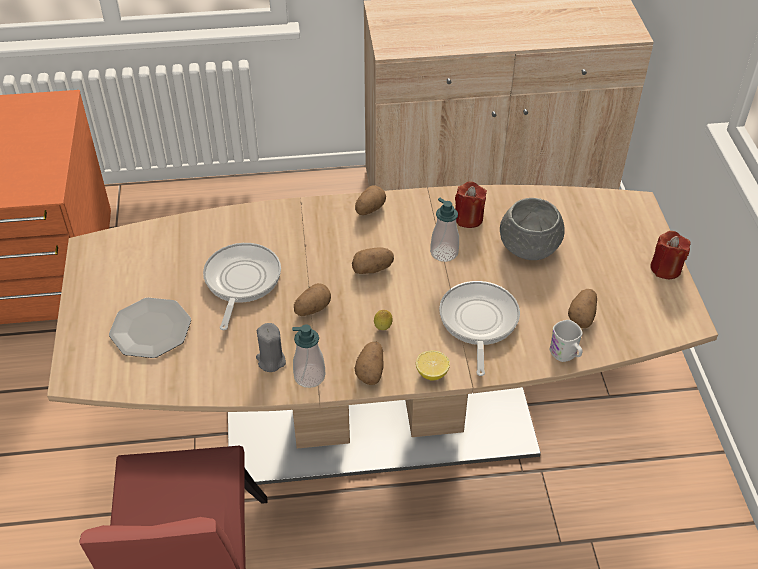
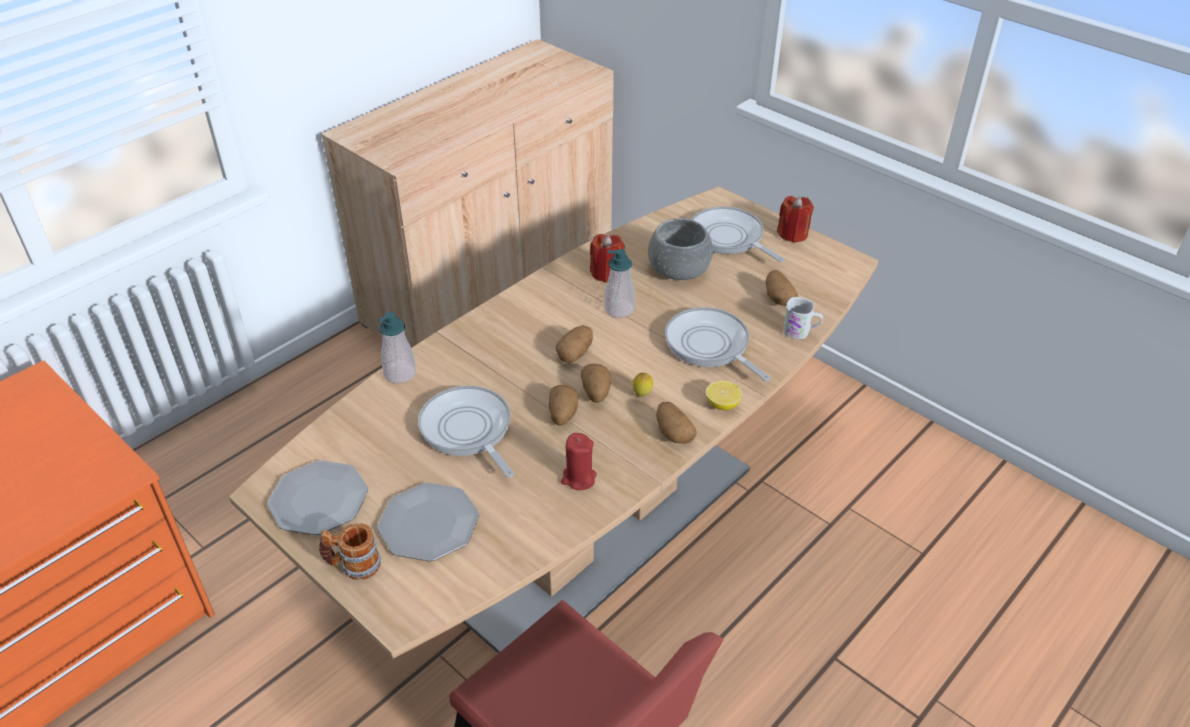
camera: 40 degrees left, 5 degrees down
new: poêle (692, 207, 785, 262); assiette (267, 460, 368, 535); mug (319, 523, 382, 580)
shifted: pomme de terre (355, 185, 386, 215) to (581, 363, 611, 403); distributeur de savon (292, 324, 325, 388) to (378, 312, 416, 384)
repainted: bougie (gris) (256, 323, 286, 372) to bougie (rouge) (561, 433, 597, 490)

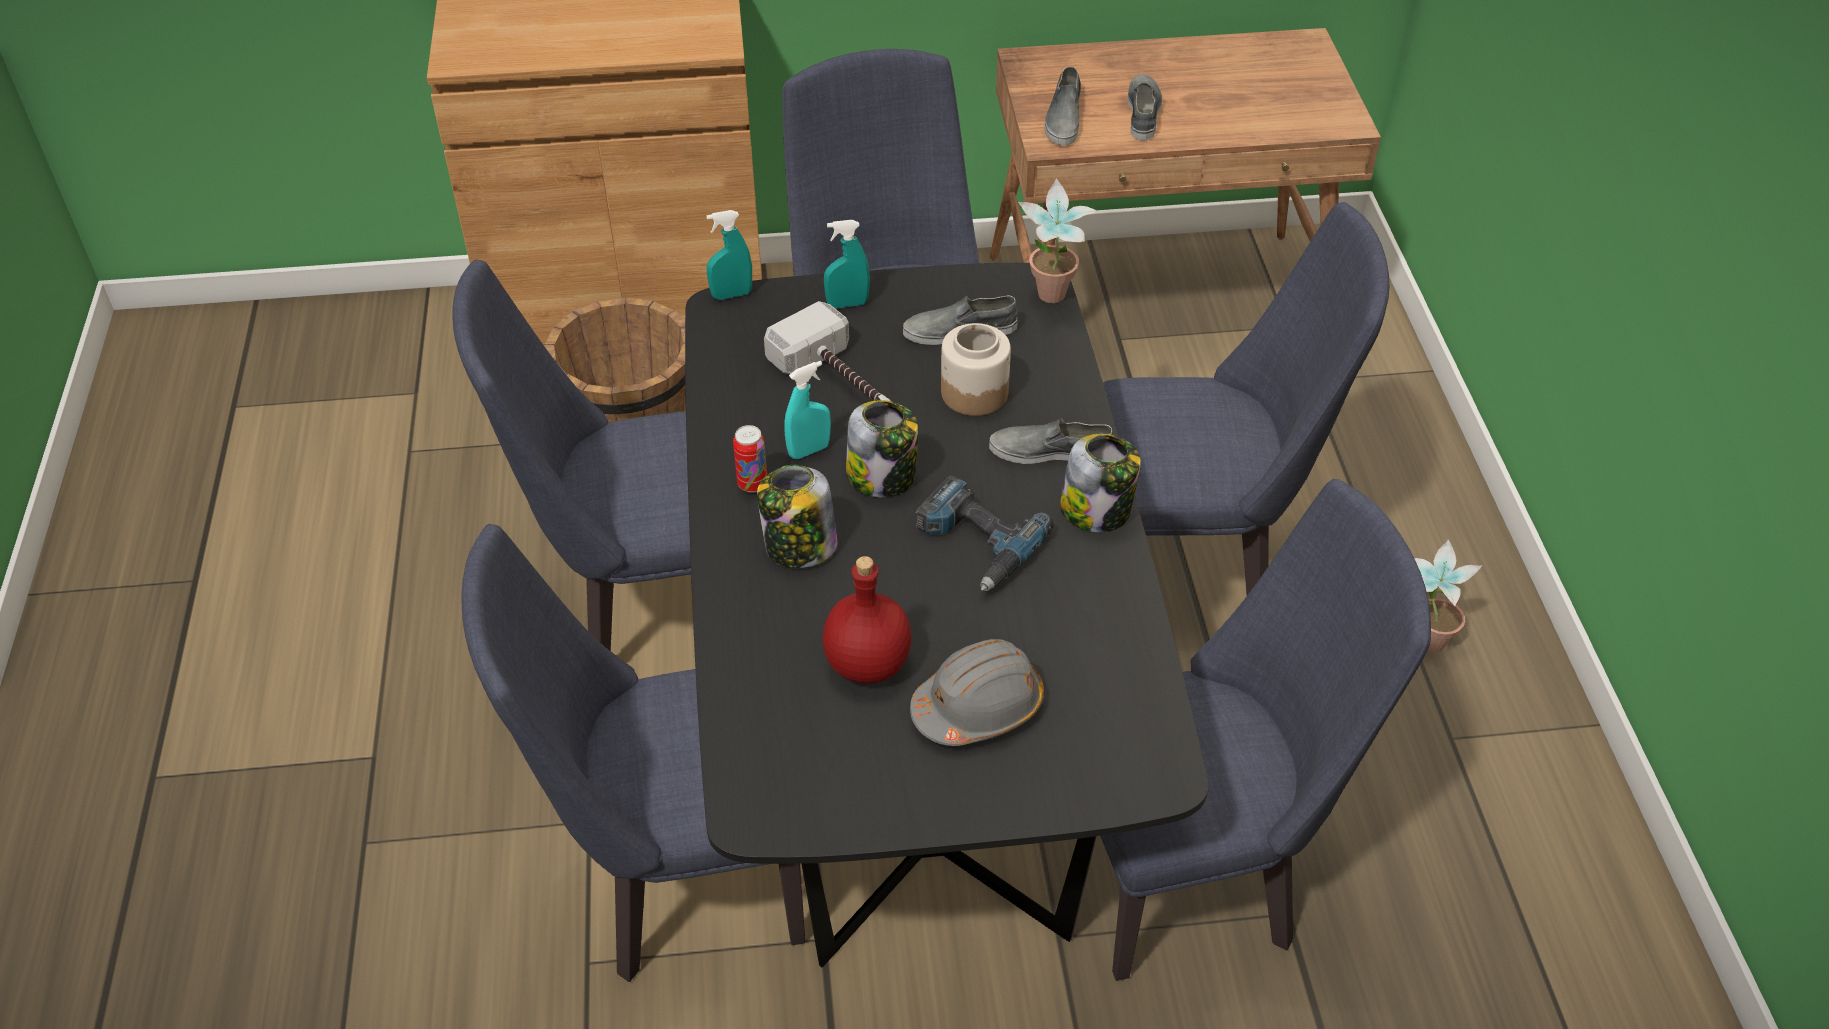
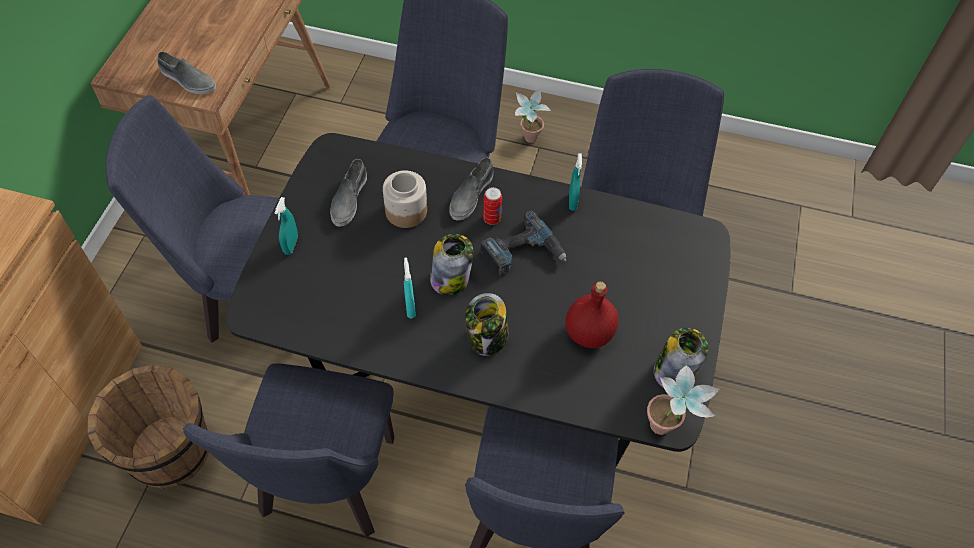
camera: 70 degrees left, 10 degrees up
gone: chaussure (gris) (1127, 74, 1162, 140); marteau (764, 301, 891, 401); casque de chantier (gris) (910, 639, 1044, 746)
shifted: plante en pot (1018, 178, 1098, 303) to (647, 365, 720, 435); vaporisateur (turquoise) (707, 210, 752, 300) to (569, 153, 582, 211); boîte métallique (733, 425, 767, 493) to (483, 187, 502, 225); bocal (1060, 434, 1141, 532) to (654, 328, 708, 388)

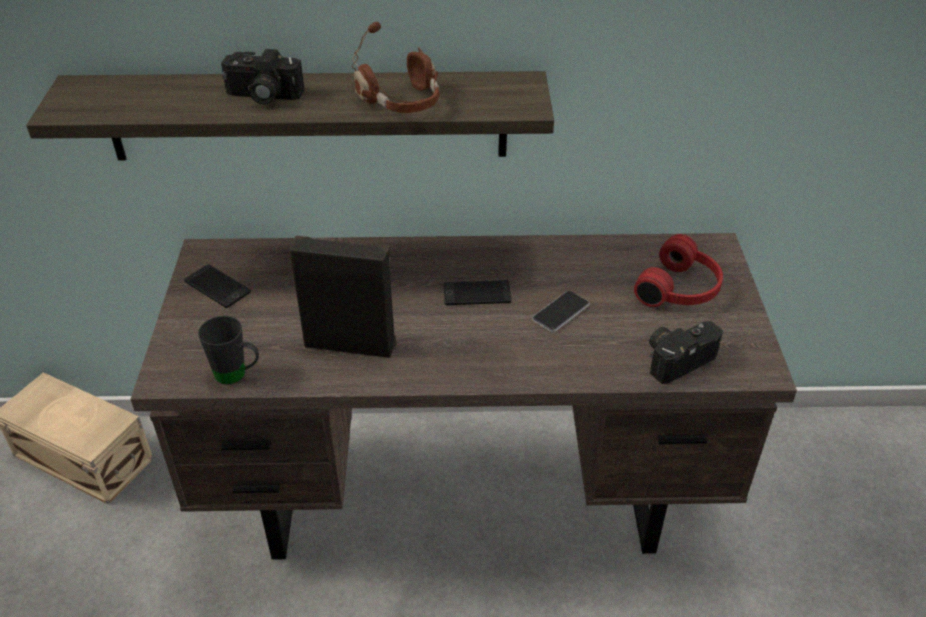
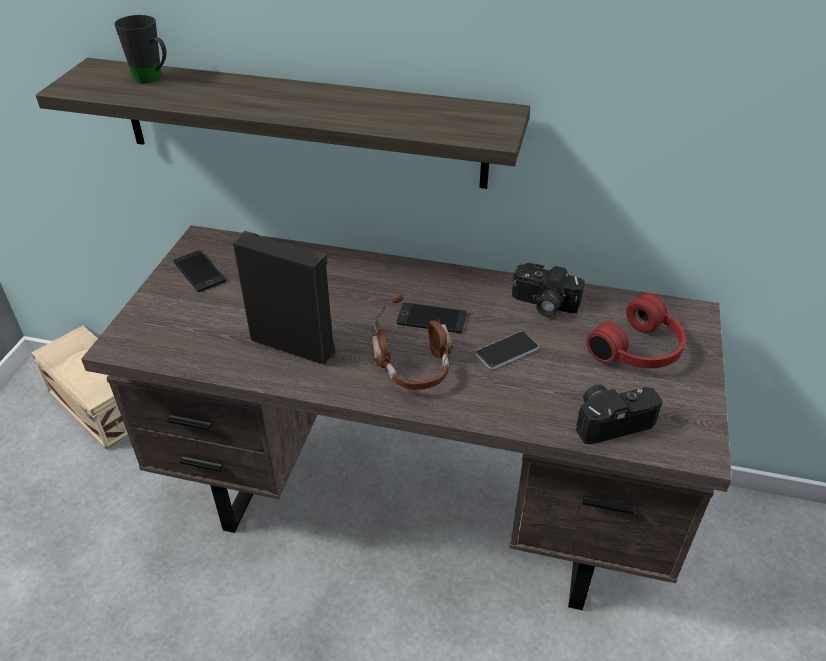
camera: 15 degrees right, 0 degrees up
shifted: casque audio (marron) (351, 22, 440, 113) to (369, 293, 454, 390); appareil photo (221, 49, 304, 105) to (512, 263, 585, 317); mug (noir) (198, 316, 259, 384) to (114, 15, 167, 83)

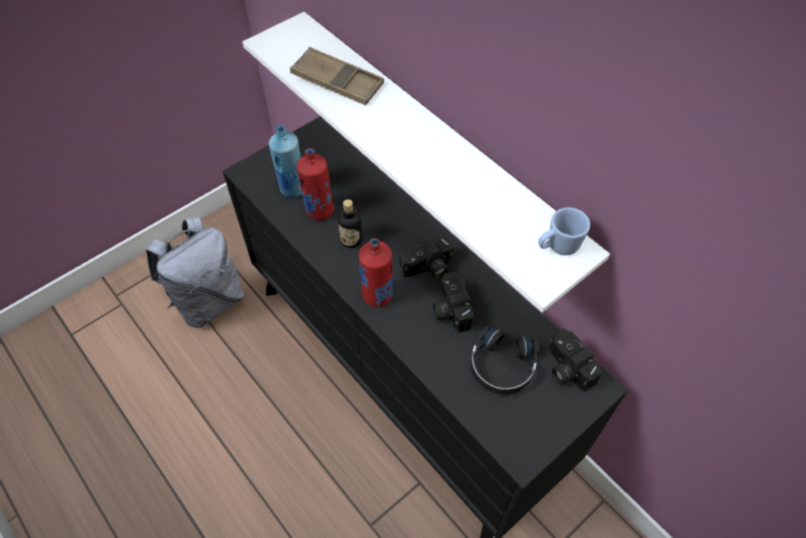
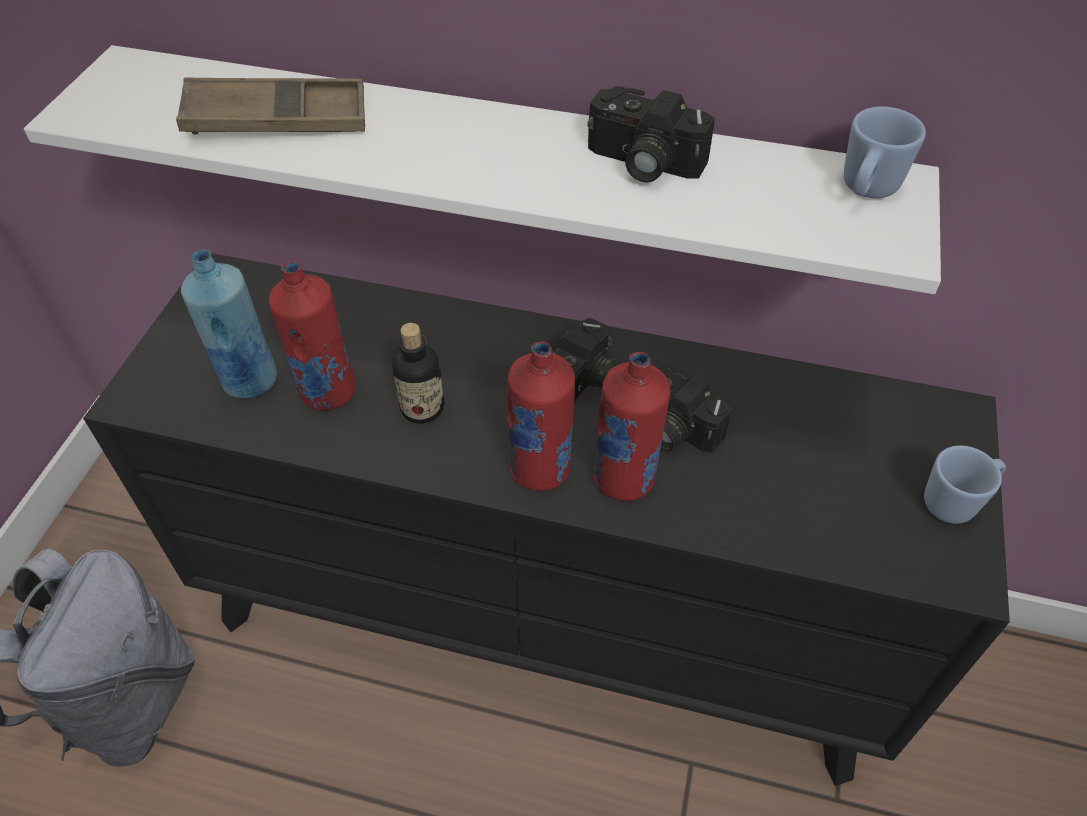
camera: 35 degrees left, 5 degrees down
gone: casque audio (noir) (471, 326, 540, 394)
new: bouteille (rouge) (593, 352, 670, 501); mug (bleu) (924, 445, 1006, 524)
shifted: appareil photo (549, 328, 601, 392) to (587, 86, 715, 182)

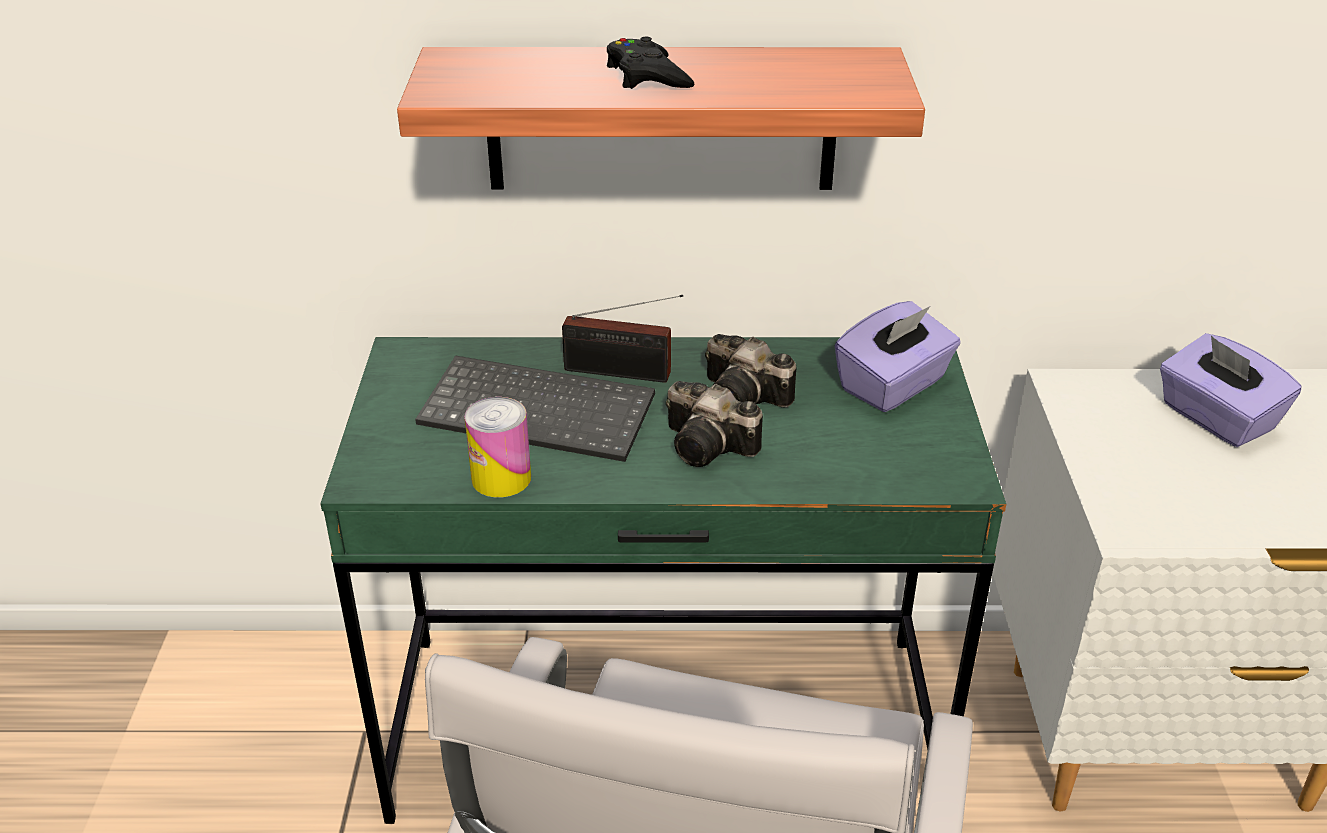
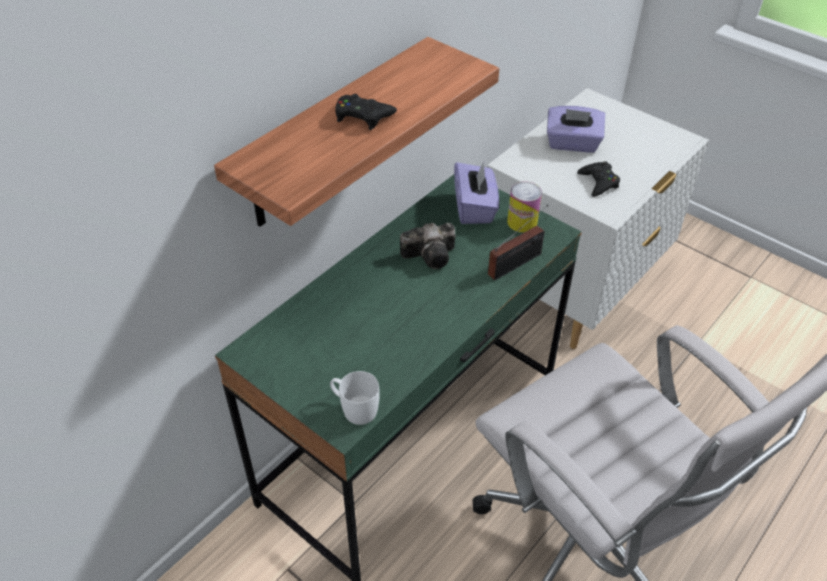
camera: 50 degrees left, 10 degrees up
gone: clavier (415, 356, 655, 462); appareil photo (666, 381, 763, 467)
new: manette (noir) (577, 161, 620, 197); mug (blanc) (330, 371, 380, 425)
shifted: radio (562, 295, 683, 383) to (488, 205, 549, 280); boîte métallique (465, 397, 531, 497) to (507, 181, 542, 233)

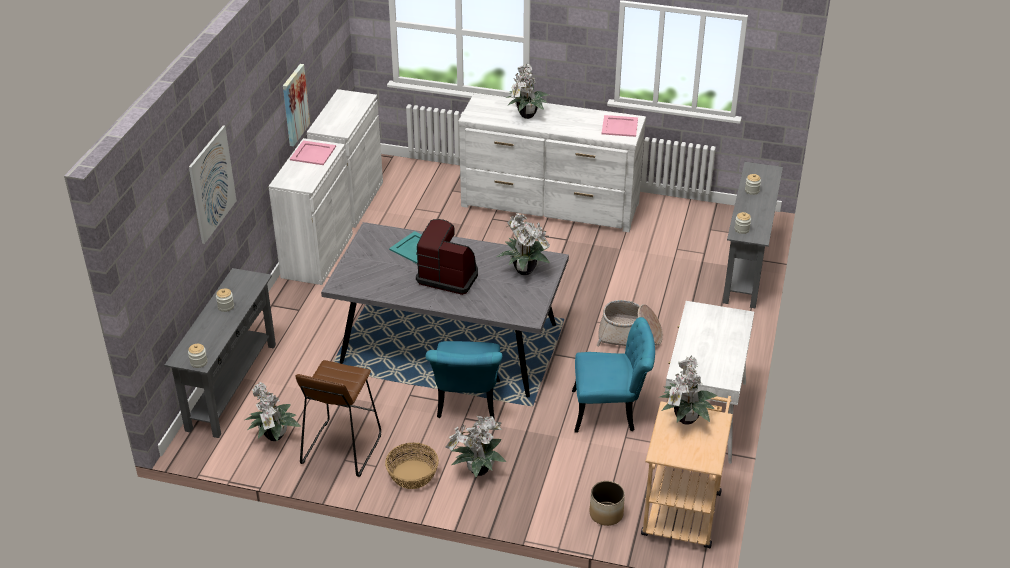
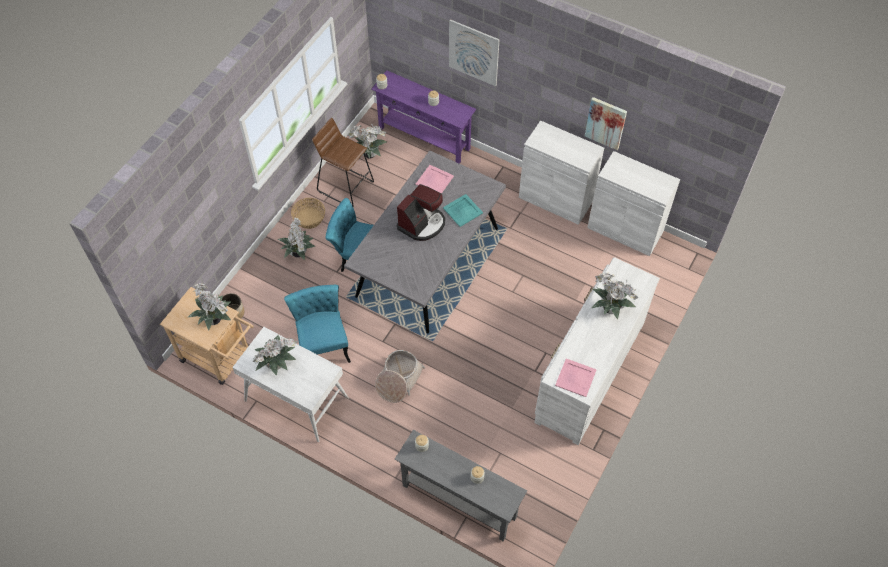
camera: 105 degrees right, 20 degrees up
shifted: plateau (rose) (290, 140, 336, 165) to (416, 165, 454, 194); plante en pot (497, 213, 550, 275) to (252, 335, 298, 376)
repainted: table console (gris) (164, 268, 276, 438) to table console (violet) (371, 70, 476, 164)
rotated: chaise (turquoise) (572, 317, 655, 433) = (284, 285, 351, 363) 150 degrees clockwise

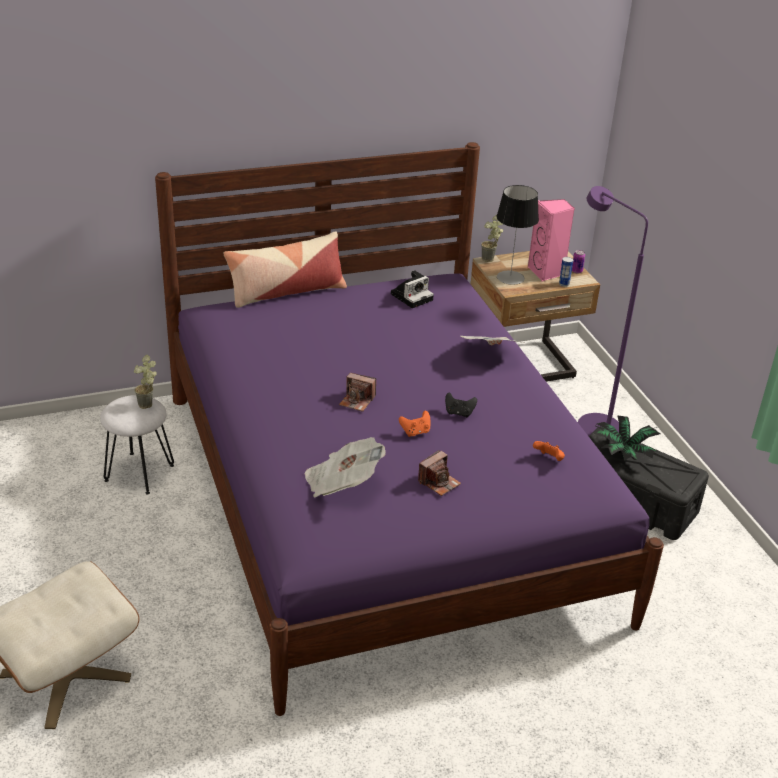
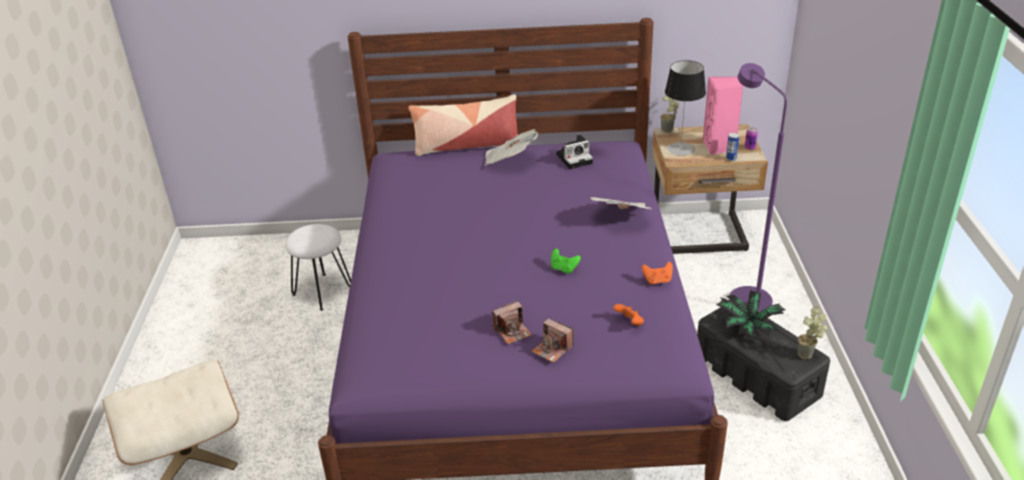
camera: 20 degrees right, 0 degrees up
shifted: plante en pot (134, 355, 157, 409) to (798, 306, 827, 359); appareil photo (339, 373, 376, 412) to (531, 318, 574, 363); manette (orange) (399, 411, 430, 437) to (642, 261, 673, 285); journal (304, 437, 386, 498) to (485, 129, 538, 166)
repainted: manette (noir) (445, 392, 477, 417) to manette (vert) (551, 249, 581, 274)

